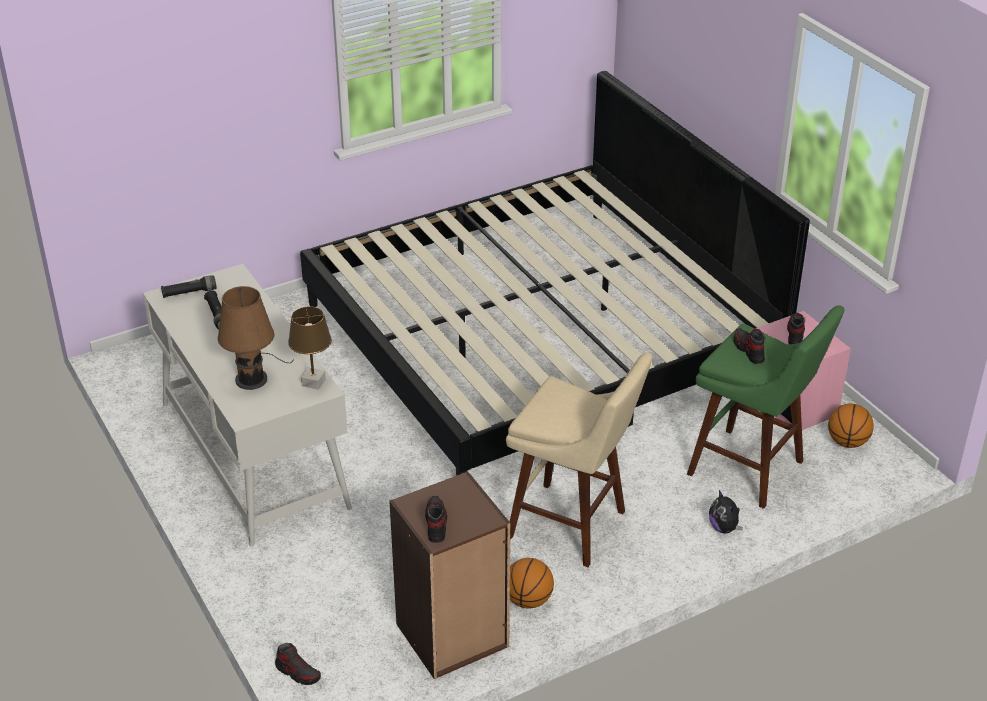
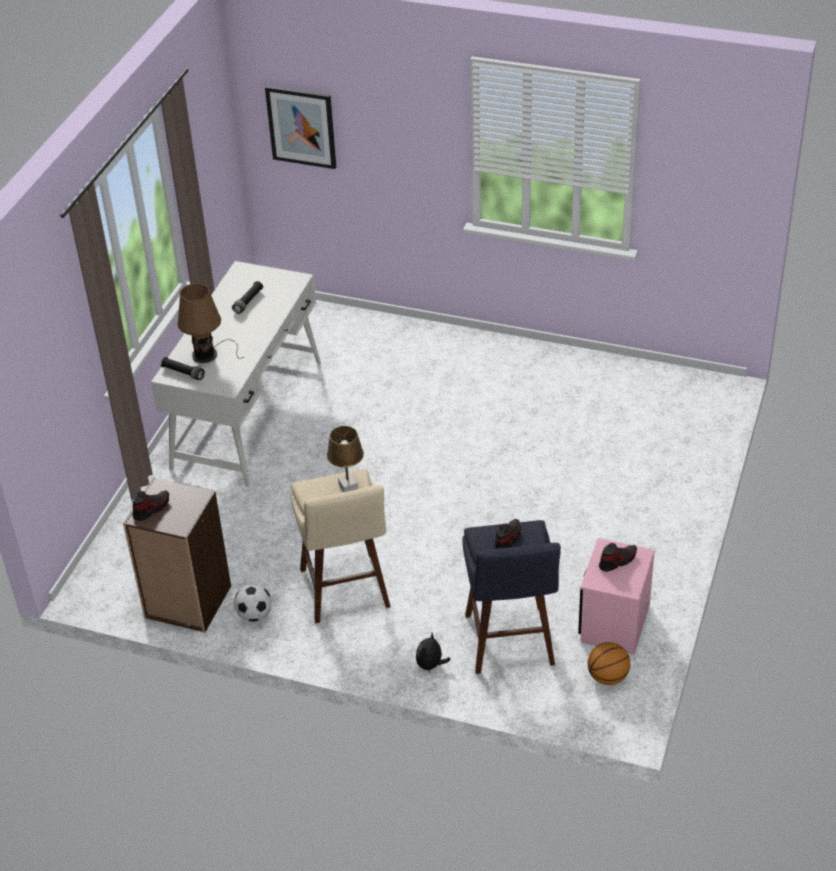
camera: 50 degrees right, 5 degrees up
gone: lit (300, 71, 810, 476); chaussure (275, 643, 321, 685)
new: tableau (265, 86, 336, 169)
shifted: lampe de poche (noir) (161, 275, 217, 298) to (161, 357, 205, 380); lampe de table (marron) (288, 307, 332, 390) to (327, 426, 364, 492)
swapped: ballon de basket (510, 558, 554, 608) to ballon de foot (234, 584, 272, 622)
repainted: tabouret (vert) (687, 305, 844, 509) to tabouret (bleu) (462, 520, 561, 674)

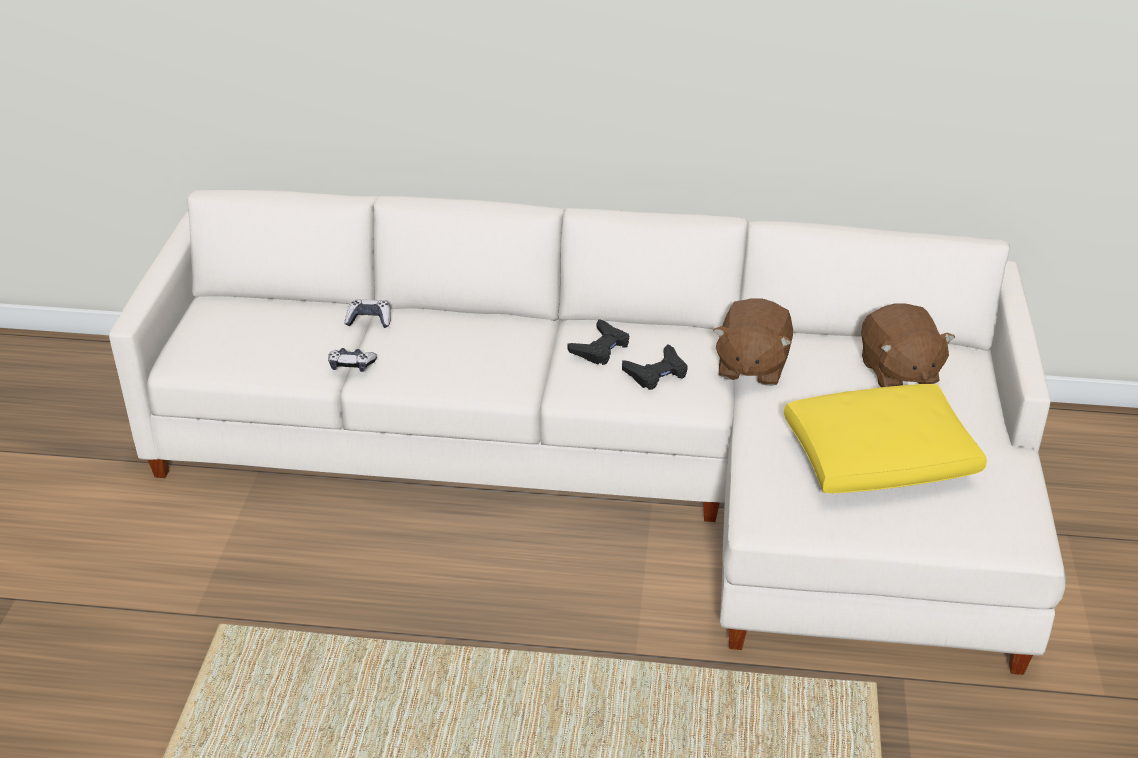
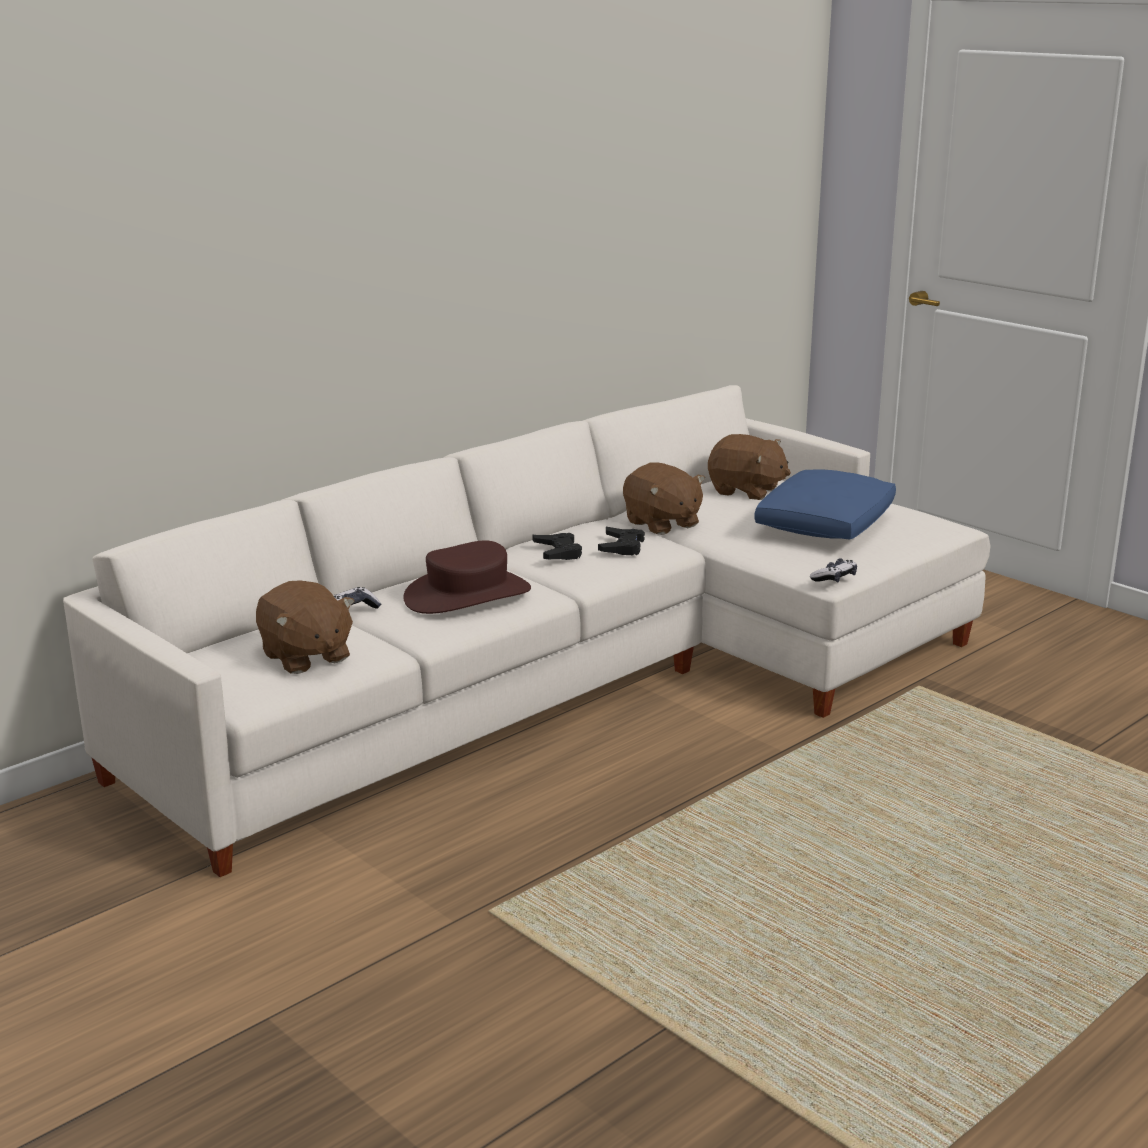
camera: 50 degrees left, 15 degrees down
new: chapeau (marron) (403, 540, 531, 614); peluche (marron) (256, 580, 355, 674)
shifted: manette (328, 348, 377, 372) to (810, 558, 857, 583)
repainted: coussin (jaune) (784, 384, 987, 493) to coussin (bleu) (754, 469, 896, 540)

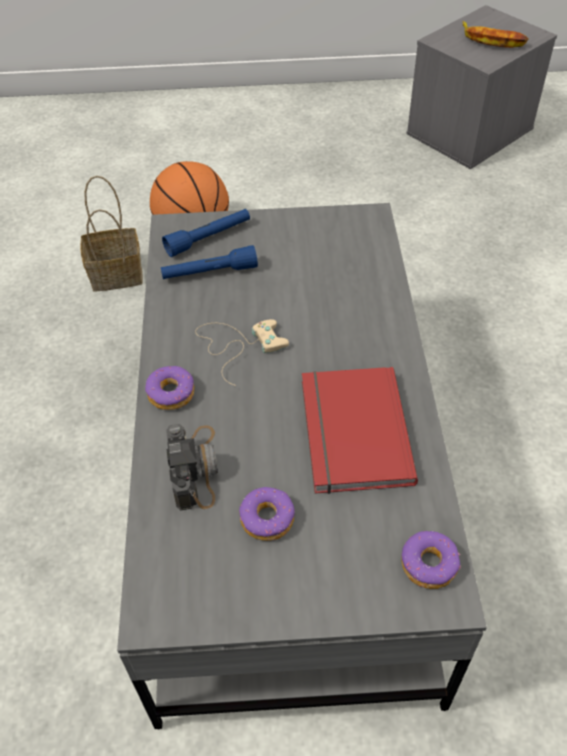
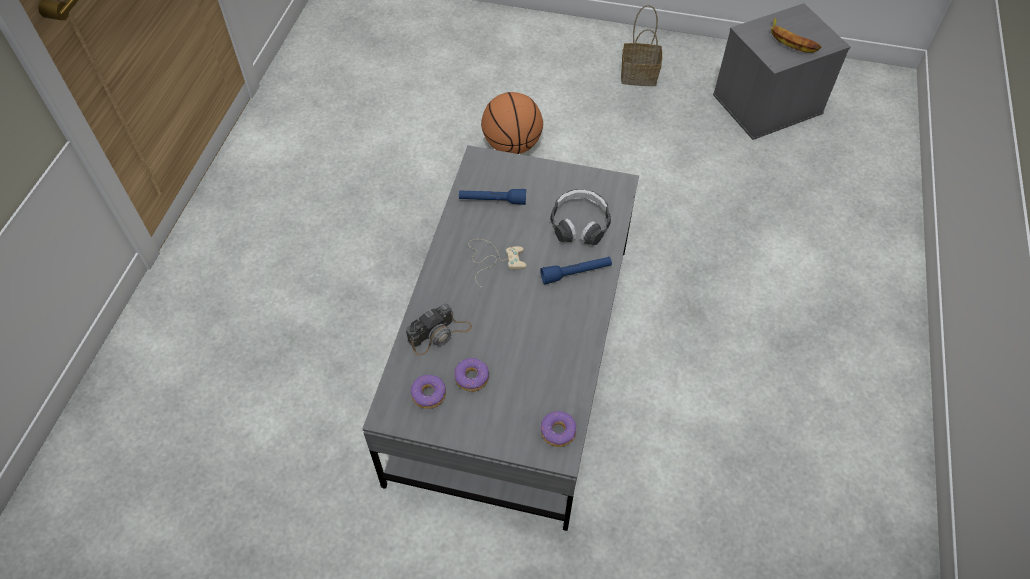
camera: 15 degrees right, 5 degrees up
gone: livre (rouge) (302, 367, 418, 494)
new: casque audio (550, 189, 611, 245)
shifted: panier (80, 176, 143, 292) to (621, 5, 663, 86); lampe de poche (bleu) (162, 209, 250, 257) to (540, 257, 612, 285); beignet (145, 366, 194, 410) to (410, 374, 446, 409)
rotated: appareil photo (166, 424, 218, 511) = (406, 304, 472, 355) 45 degrees clockwise

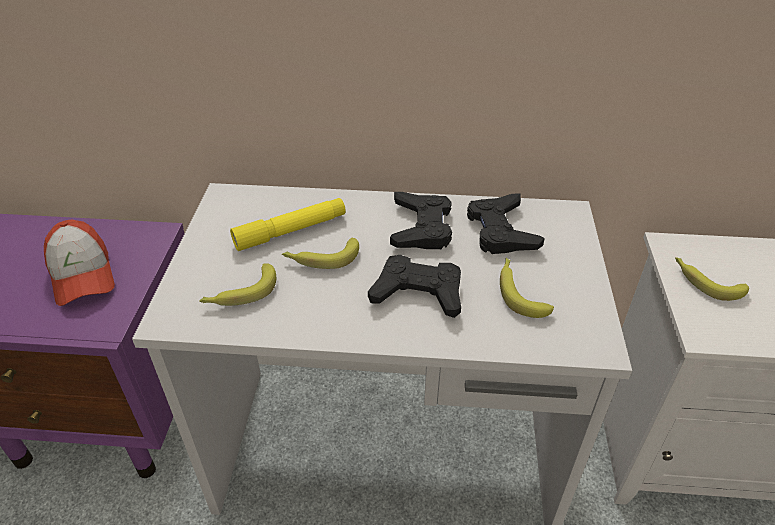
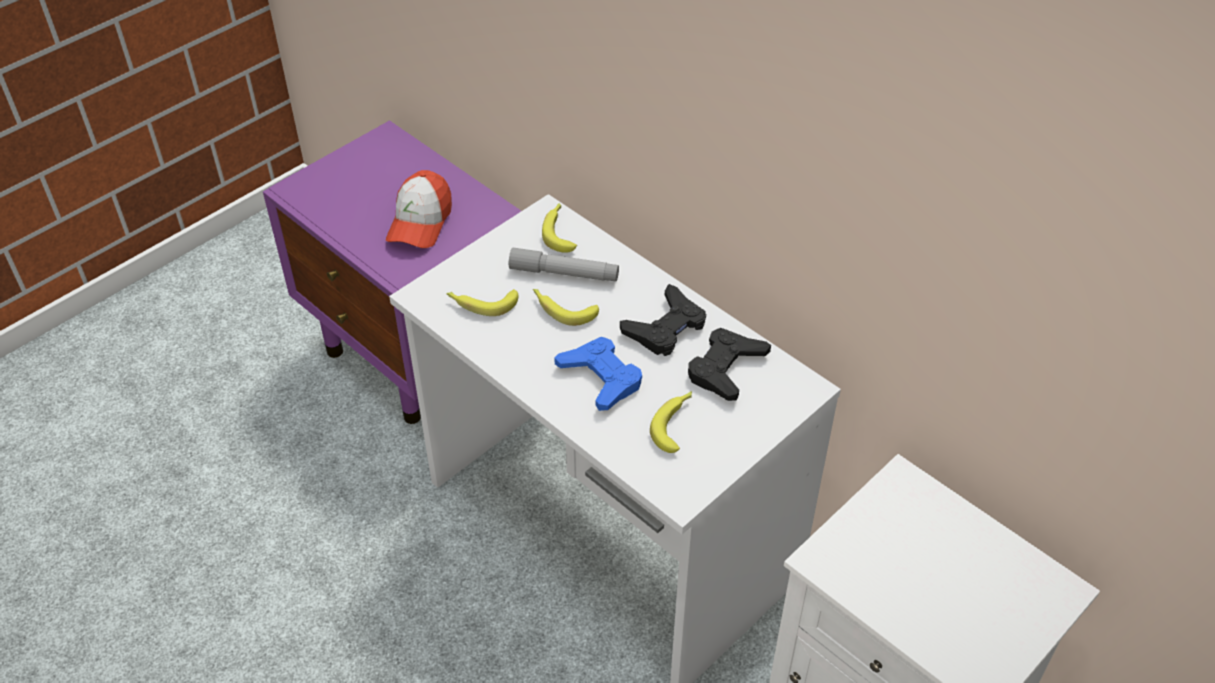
camera: 40 degrees right, 5 degrees up
shifted: banane (675, 257, 749, 301) to (542, 203, 577, 253)
repainted: lampe de poche (jaune) (230, 198, 346, 251) to lampe de poche (gris) (509, 248, 619, 282); manette (noir) (368, 255, 461, 318) to manette (bleu) (554, 337, 642, 411)

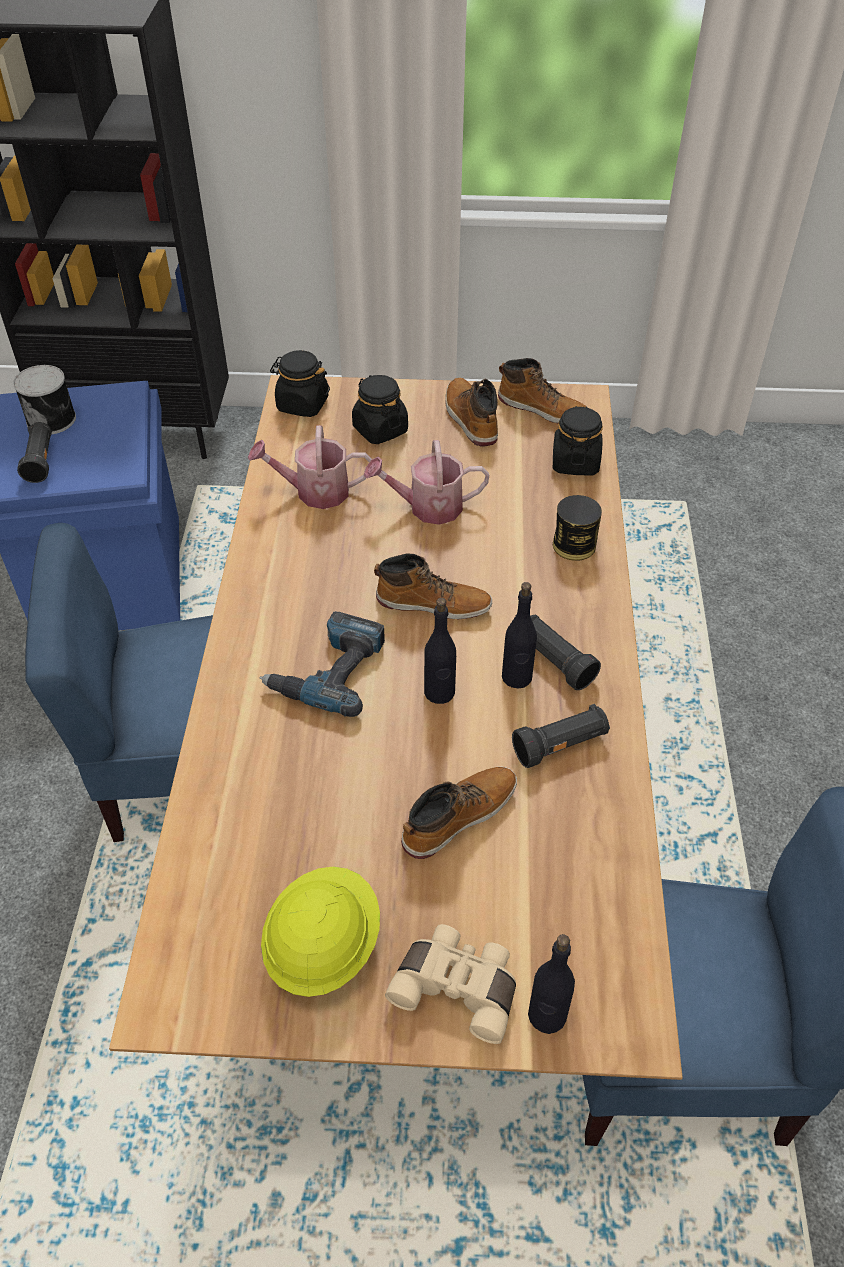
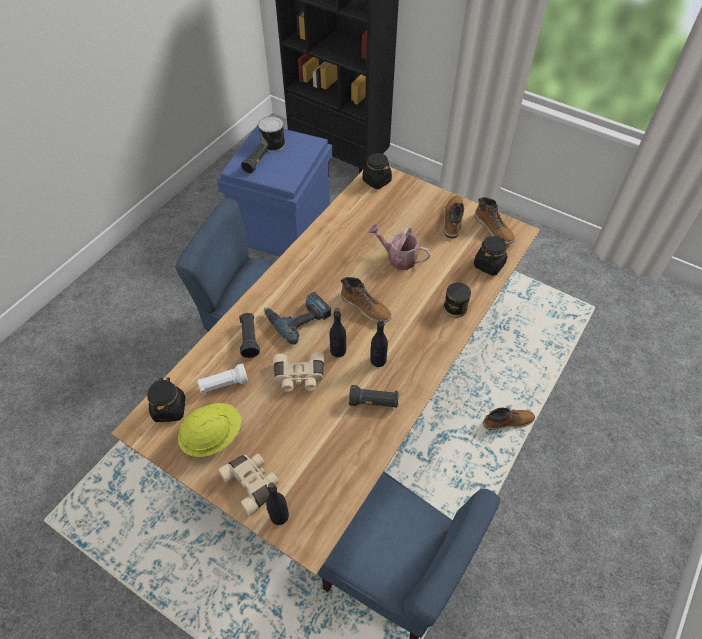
camera: 30 degrees right, 5 degrees up
gone: arrosoir (248, 425, 372, 509)
new: jumelles (beige) (273, 352, 325, 392); lampe de poche (blanc) (197, 363, 248, 395)
shifted: bocal (noir) (352, 375, 408, 444) to (148, 377, 185, 422); lampe de poche (noir) (531, 615, 601, 690) to (239, 313, 260, 358); botte (401, 767, 517, 859) to (483, 408, 535, 430)

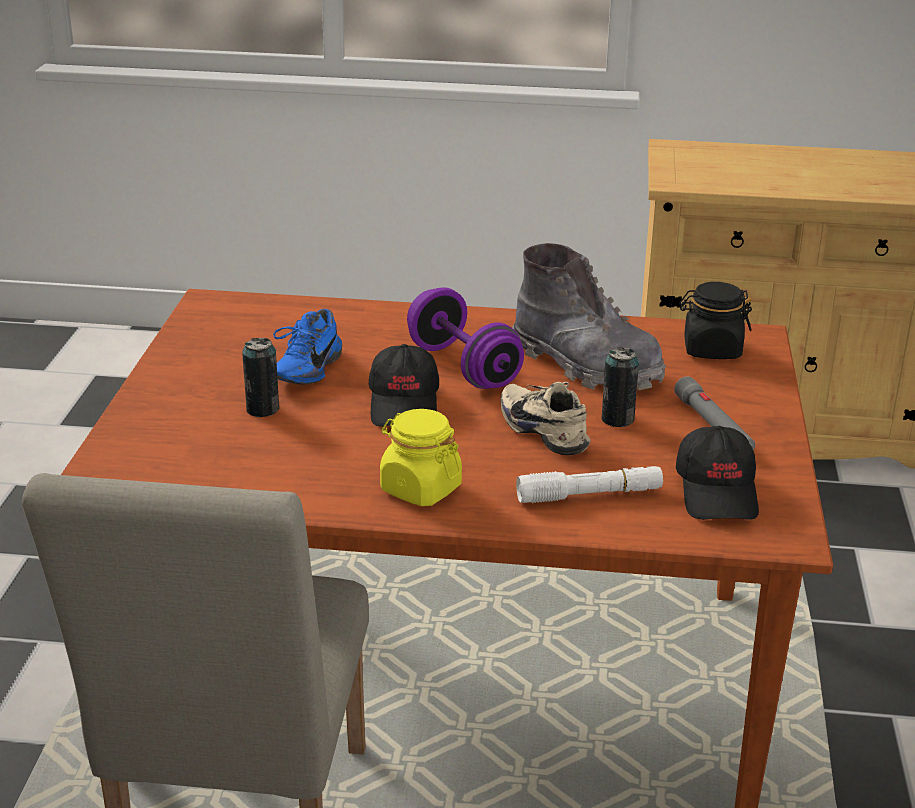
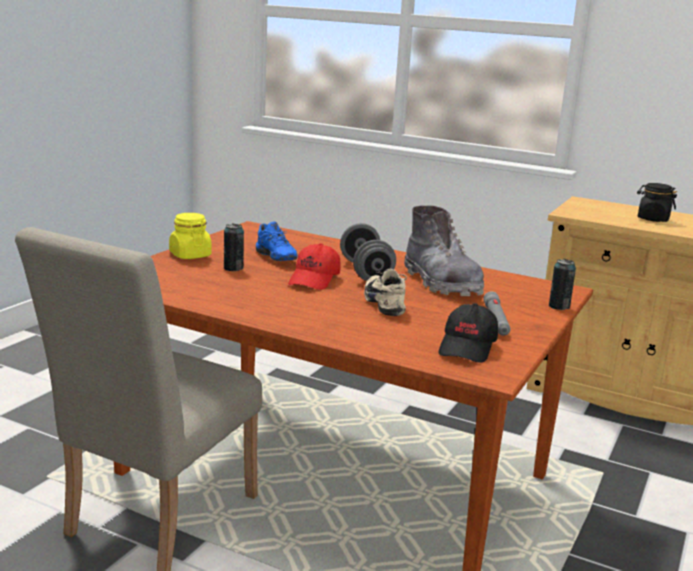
camera: 20 degrees right, 10 degrees down
gone: lampe de poche (blanc) (516, 466, 663, 503)
shifted: bocal (noir) (679, 282, 752, 359) to (637, 183, 677, 222); boîte métallique (601, 347, 639, 427) to (549, 259, 576, 310); bocal (jaune) (380, 409, 462, 506) to (169, 213, 212, 259)
repainted: haltère (violet) (407, 287, 524, 389) to haltère (gris) (340, 223, 396, 281); casquette (noir) (369, 344, 439, 427) to casquette (rouge) (288, 243, 341, 290)
rotated: chaussure (bleu) (273, 309, 342, 385) = (256, 221, 298, 261) 75 degrees counterclockwise

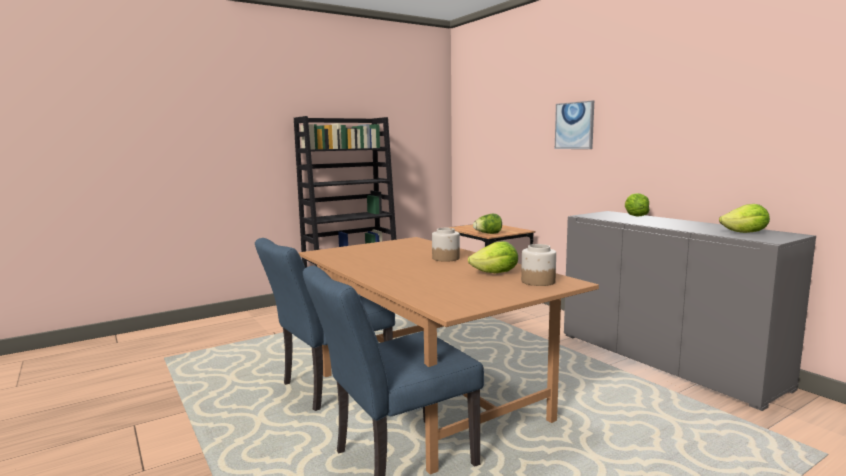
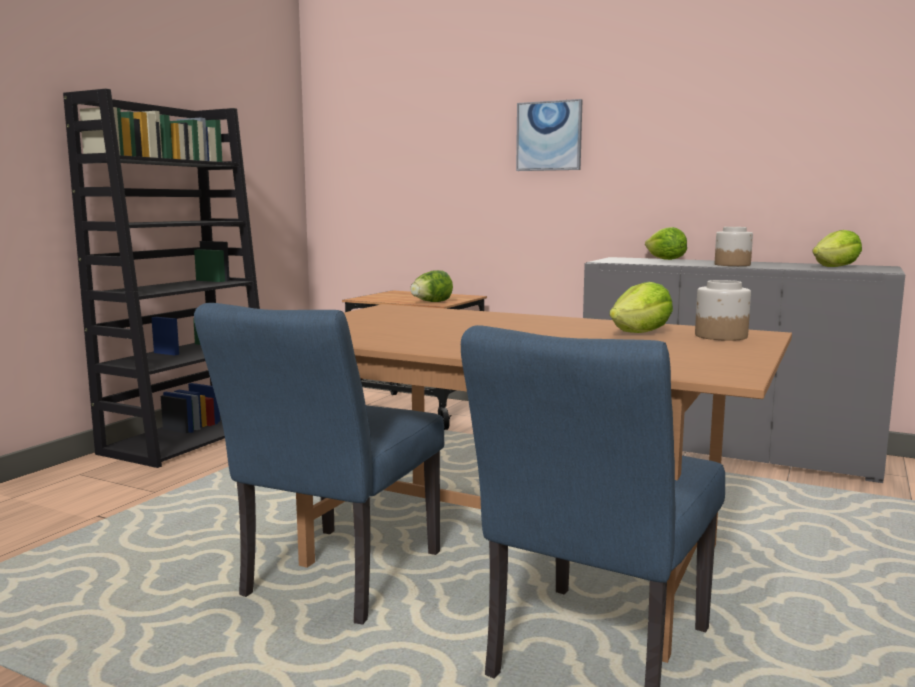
camera: 30 degrees left, 0 degrees up
shifted: bocal (432, 228, 460, 262) to (715, 227, 753, 266)

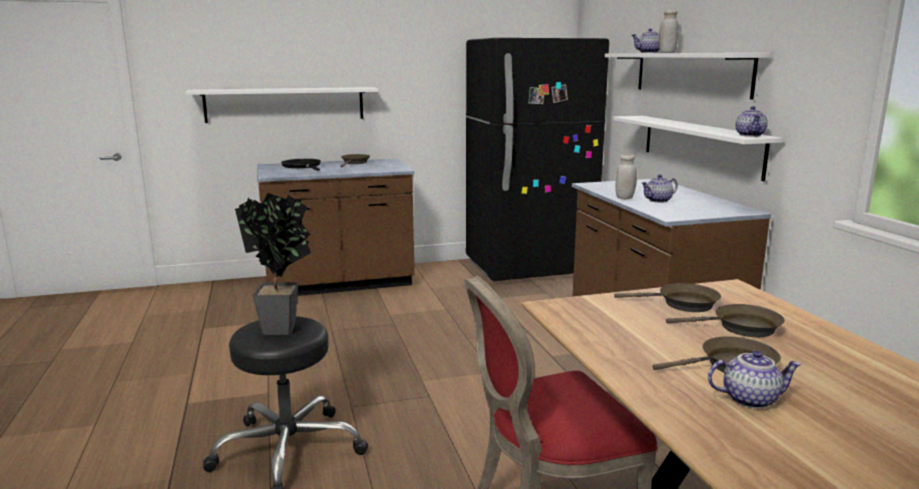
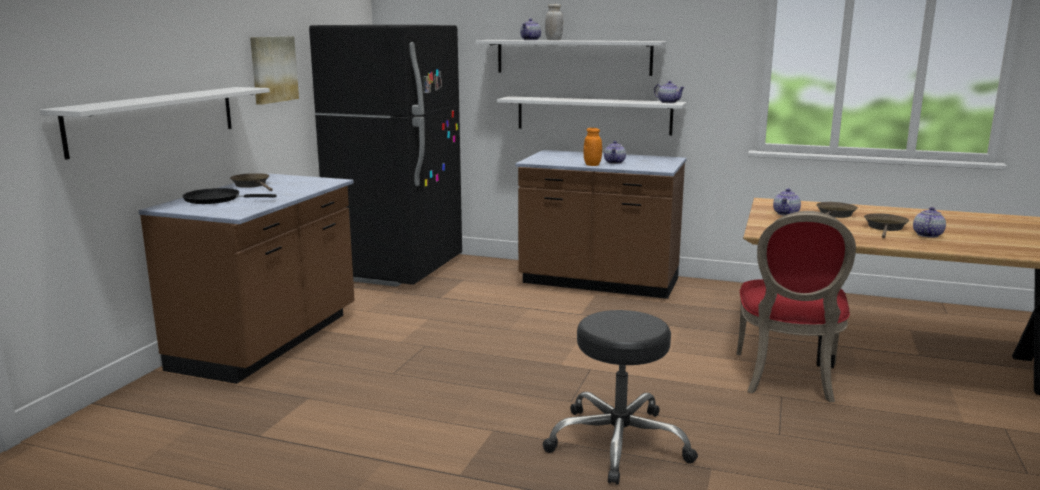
camera: 55 degrees left, 0 degrees up
gone: plante en pot (235, 193, 311, 335)
new: tableau (250, 36, 299, 105)
swapped: poêle (marron) (614, 283, 721, 312) to théière (773, 188, 801, 216)
repainted: bocal (blanc) (615, 154, 637, 199) to bocal (orange) (584, 128, 602, 166)

